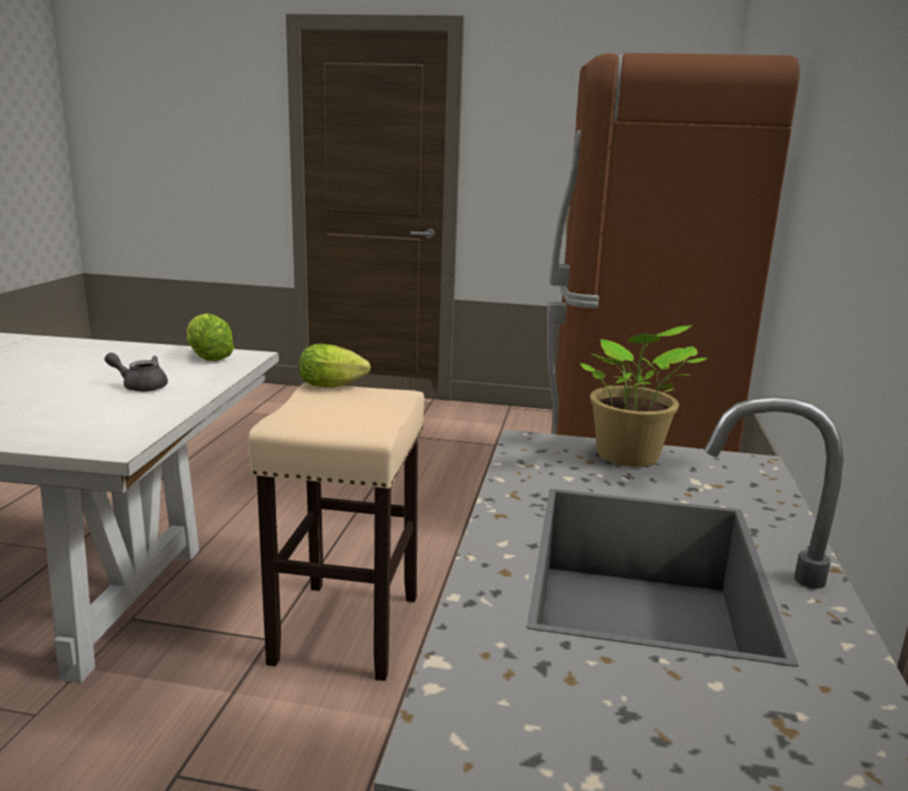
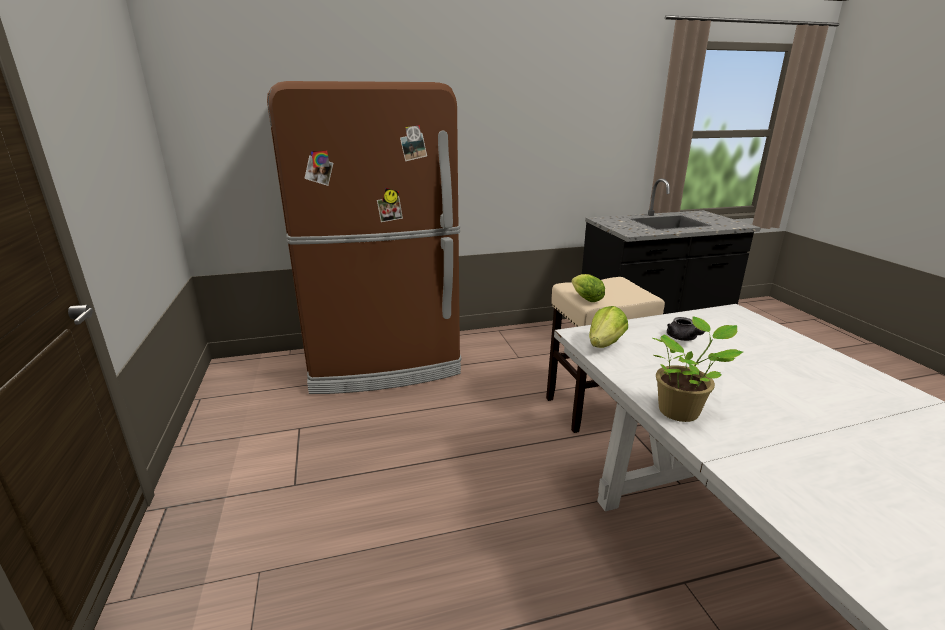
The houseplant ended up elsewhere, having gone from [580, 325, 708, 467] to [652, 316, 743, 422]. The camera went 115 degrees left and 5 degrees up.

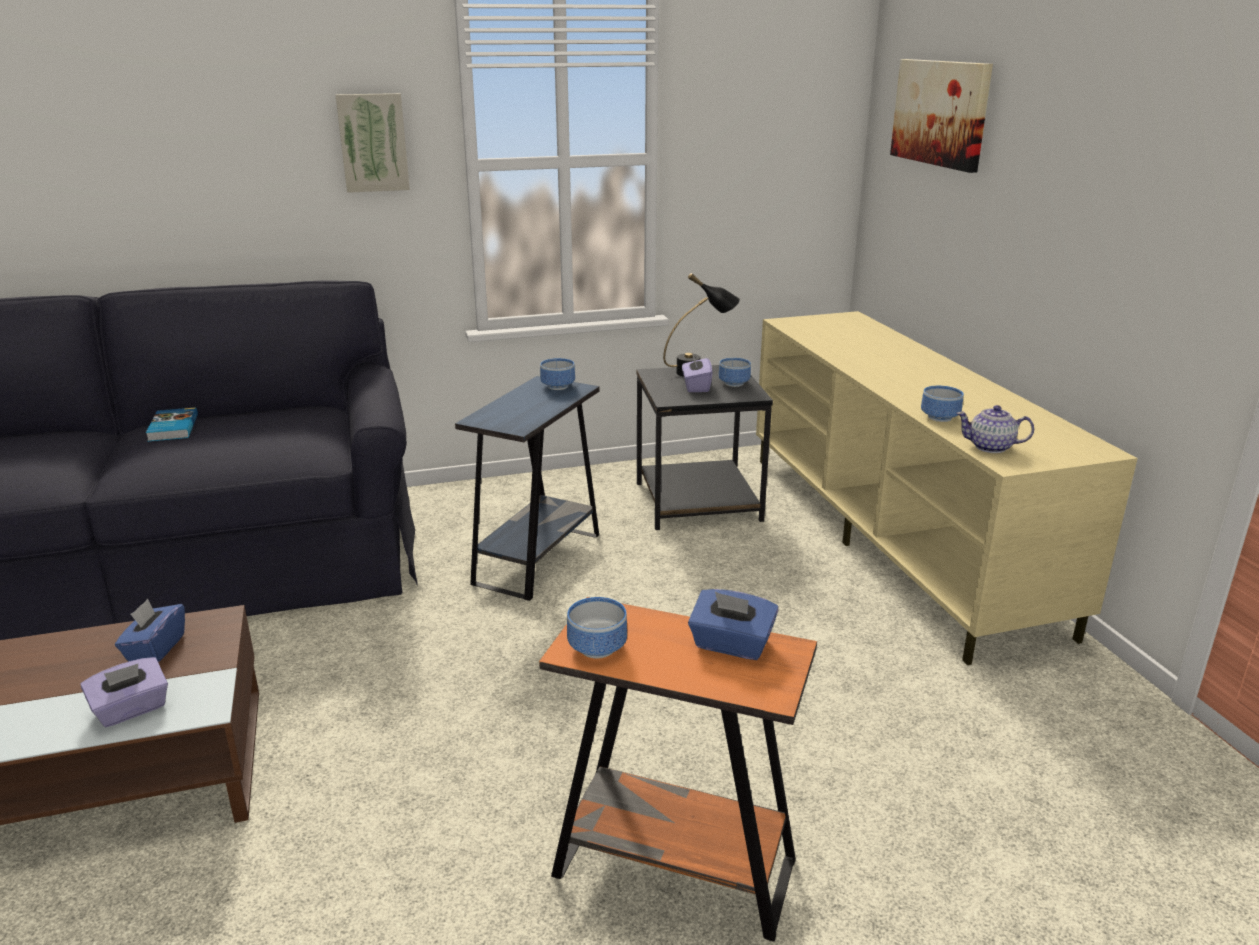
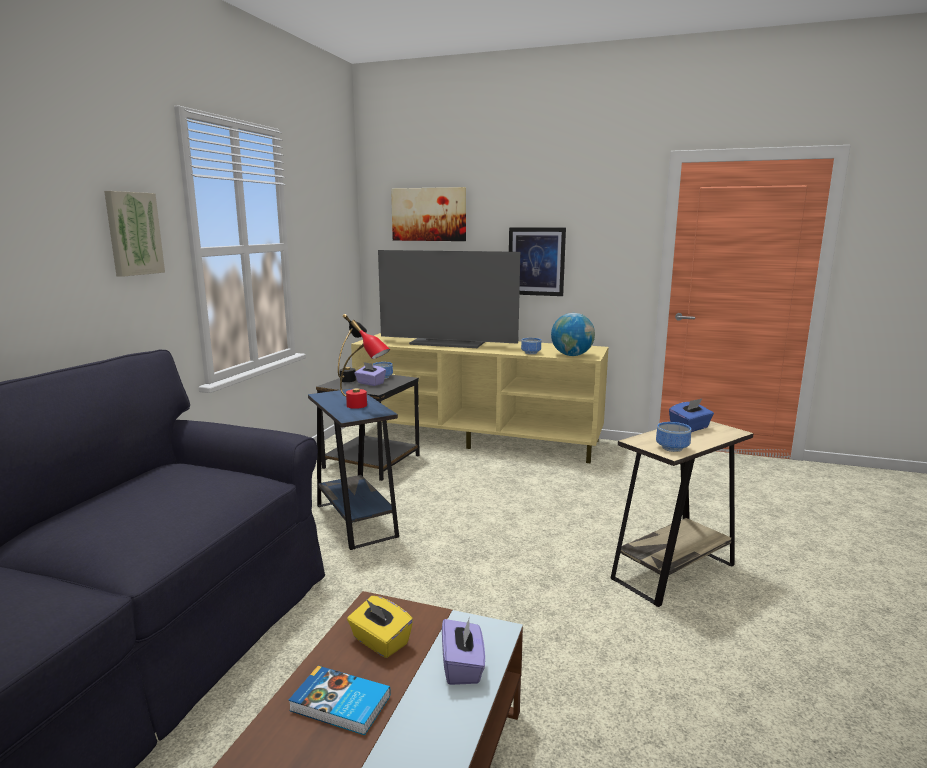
The second view lost the serving bowl at [540, 358, 575, 390]. Where the tea pot stood at [956, 405, 1034, 453], the world globe came to stand at [551, 313, 595, 356]. The volume ended up elsewhere, having gone from [146, 407, 198, 441] to [288, 666, 391, 735]. What was the side table/orangey at [539, 597, 817, 942] turned into the side table/beige at [610, 421, 754, 607]. What was the box of tissues/bluish at [115, 599, 185, 663] turned into the box of tissues/yellow-coloured at [347, 596, 413, 658]. The second view gained the wall art at [509, 227, 566, 296]. The second view gained the television at [378, 250, 520, 348]. The second view gained the tabletop lamp/red-coloured at [340, 320, 390, 409]. The camera went 55 degrees left and 10 degrees down.

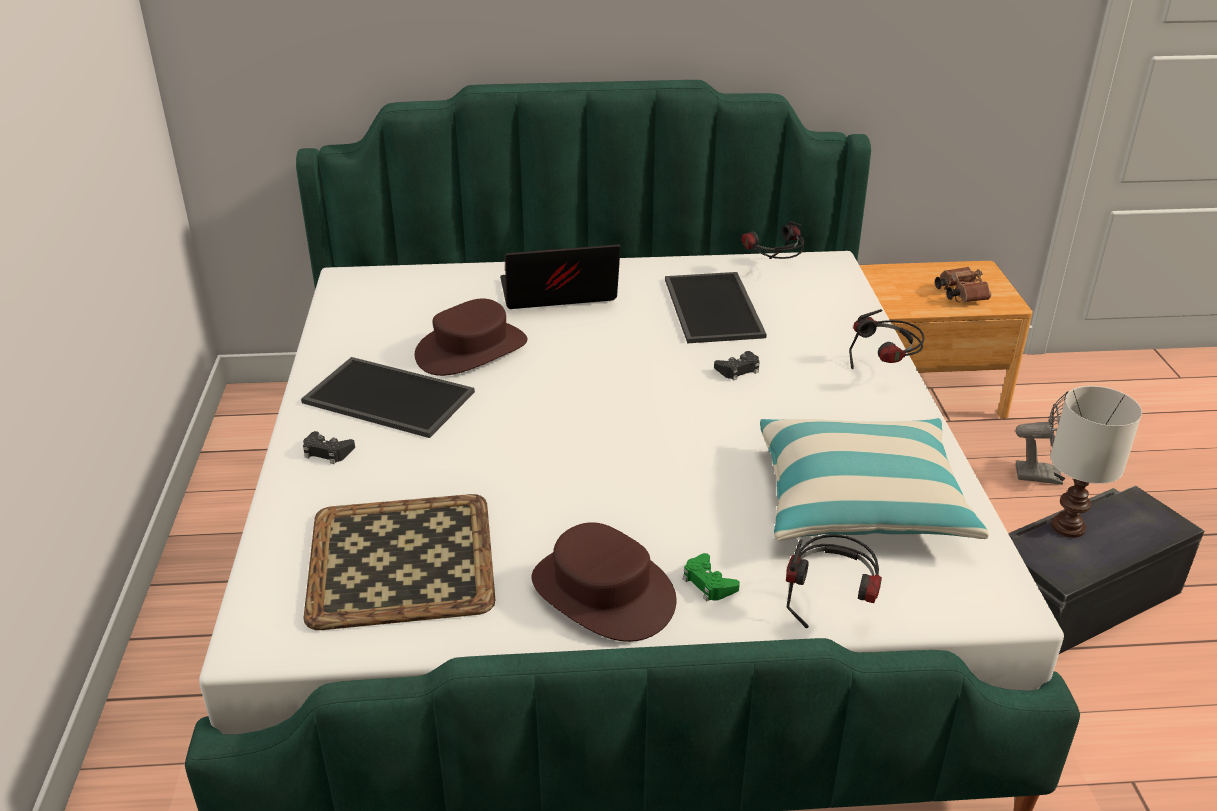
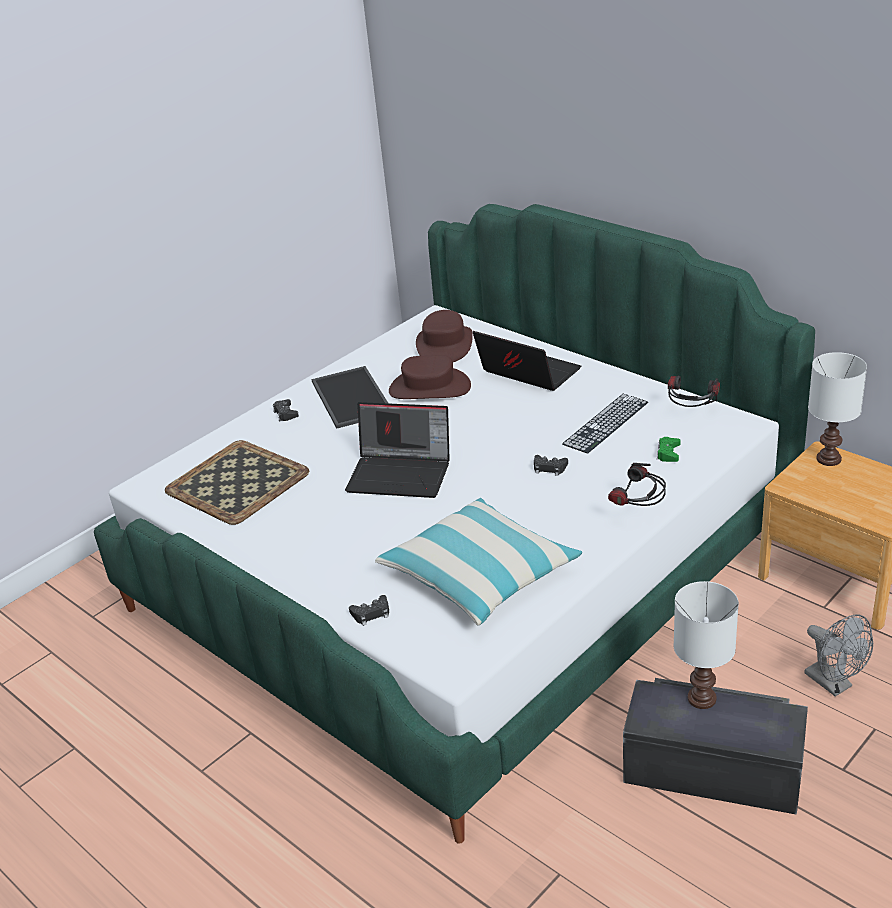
The second view lost the binoculars/brown at [935, 267, 991, 303]. Where the tray stood at [665, 272, 767, 343], the computer keyboard came to stand at [562, 394, 648, 453]. The clothing hat/brown ended up elsewhere, having gone from [532, 522, 676, 642] to [416, 310, 473, 362]. Where the headphones stood at [786, 534, 882, 628], the gamepad/black-coloured came to stand at [349, 595, 389, 626]. The gamepad/green-coloured ended up elsewhere, having gone from [683, 553, 740, 601] to [657, 437, 681, 462]. The second view gained the tabletop lamp/white at [808, 352, 867, 466]. The second view gained the laptop at [345, 402, 450, 498]. The camera went 50 degrees right and 0 degrees up.

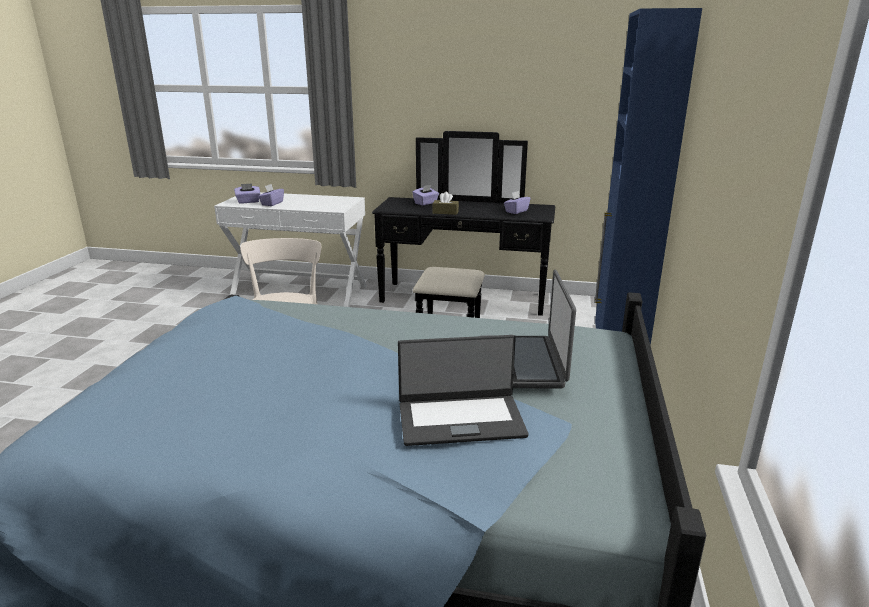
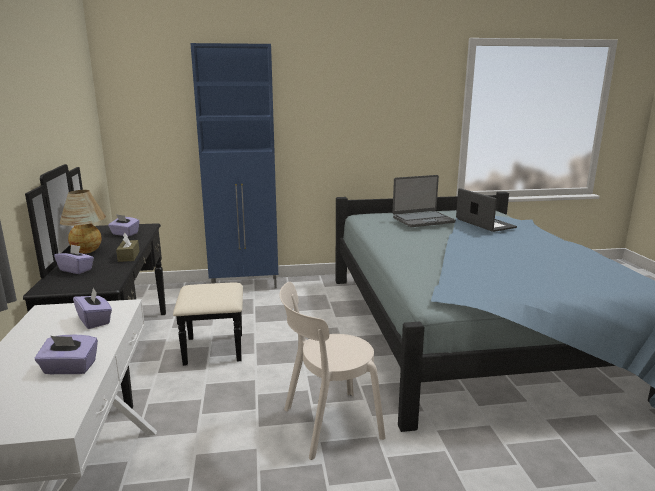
The box of tissues/purplish ended up elsewhere, having gone from [234, 184, 260, 204] to [73, 288, 112, 329]. The second view gained the tabletop lamp at [60, 190, 106, 254]. The camera went 110 degrees left and 5 degrees down.

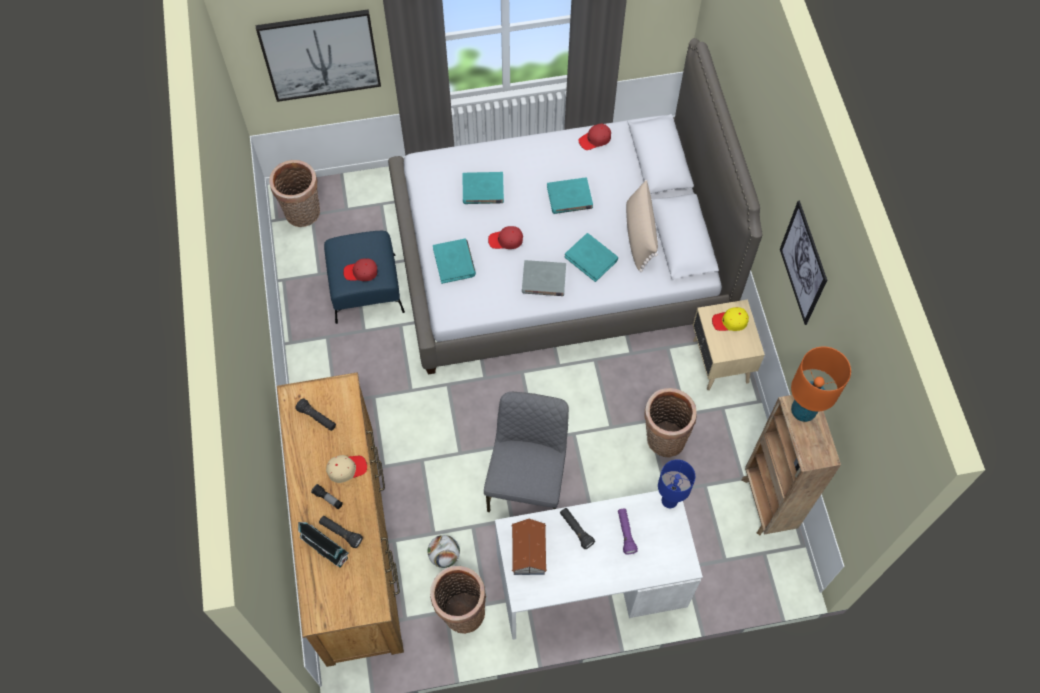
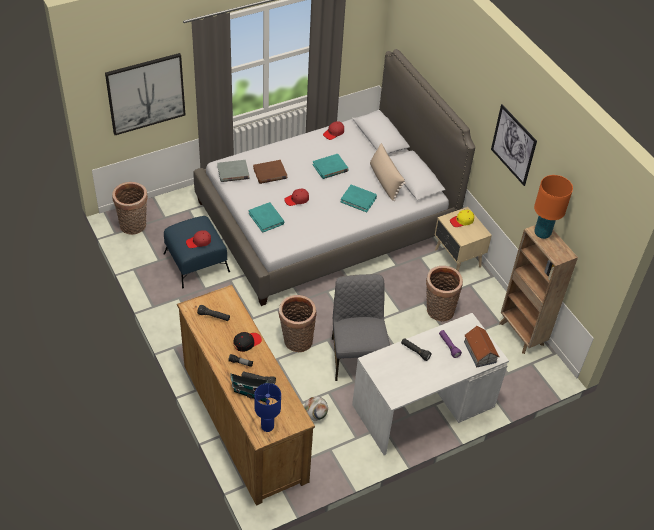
What was the volume/turquoise-coloured at [463, 172, 504, 204] turned into the volume/brown at [253, 160, 287, 184]. The volume/greyish ended up elsewhere, having gone from [522, 260, 566, 296] to [217, 160, 249, 182]. What was the peaked cap/beige at [326, 455, 367, 483] turned into the peaked cap/black-coloured at [233, 332, 262, 352]. The tabletop lamp/bluish ended up elsewhere, having gone from [658, 459, 695, 508] to [254, 383, 281, 432]. The toy house ended up elsewhere, having gone from [512, 519, 547, 575] to [464, 326, 499, 367]. The basket ended up elsewhere, having gone from [430, 566, 486, 634] to [278, 295, 317, 352]. The camera went 20 degrees left and 15 degrees down.

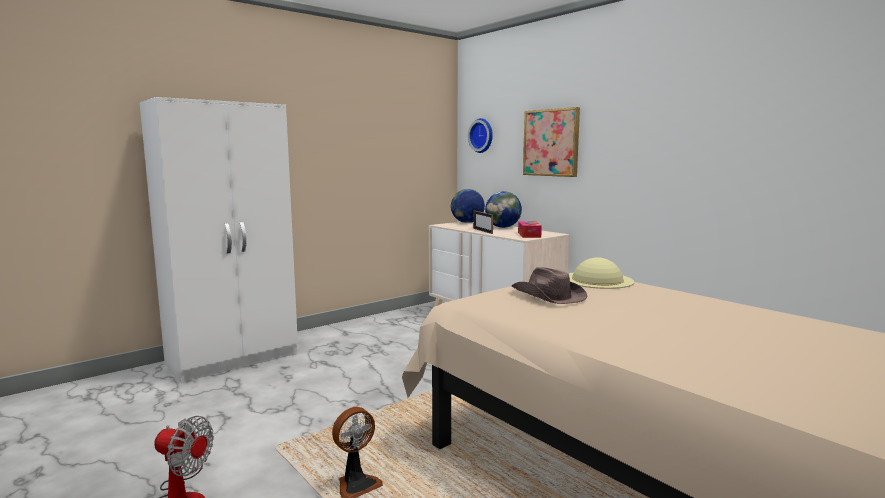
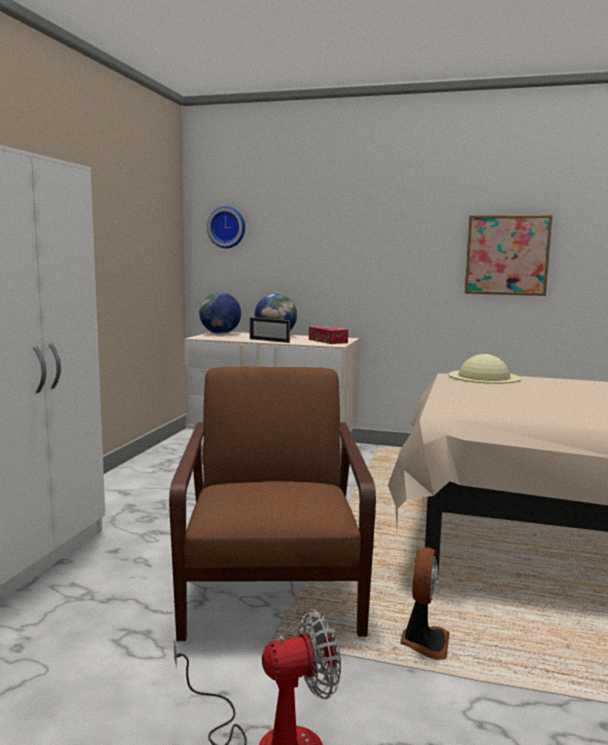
The wall art ended up elsewhere, having gone from [523, 107, 580, 177] to [465, 215, 553, 296]. The second view lost the clothing hat/brown at [512, 267, 587, 304]. The second view gained the lounge chair/brown at [169, 367, 376, 641]. The camera went 35 degrees left and 0 degrees up.

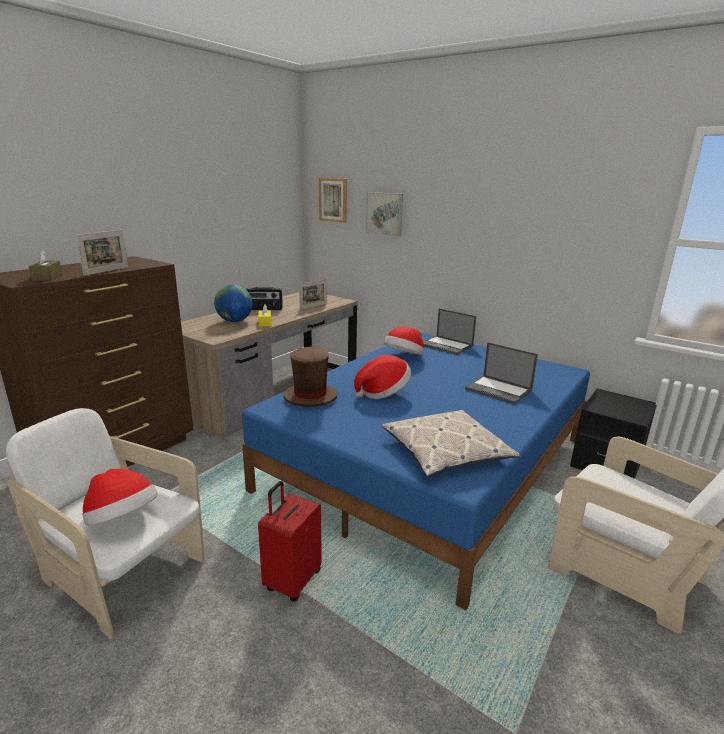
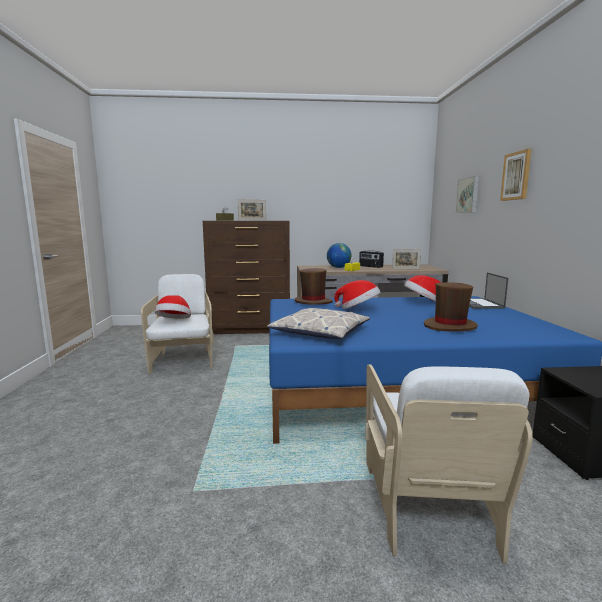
The wall art ended up elsewhere, having gone from [319, 178, 347, 223] to [500, 149, 532, 201]. Where the laptop stood at [465, 342, 538, 404], the clothing hat/brown came to stand at [424, 282, 478, 332]. The second view lost the suitcase/red-coloured at [258, 481, 322, 602]. The camera went 50 degrees right and 10 degrees down.

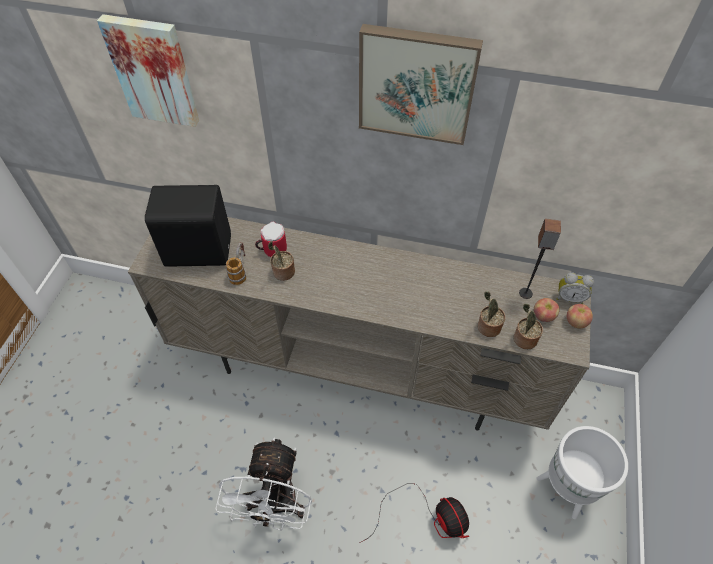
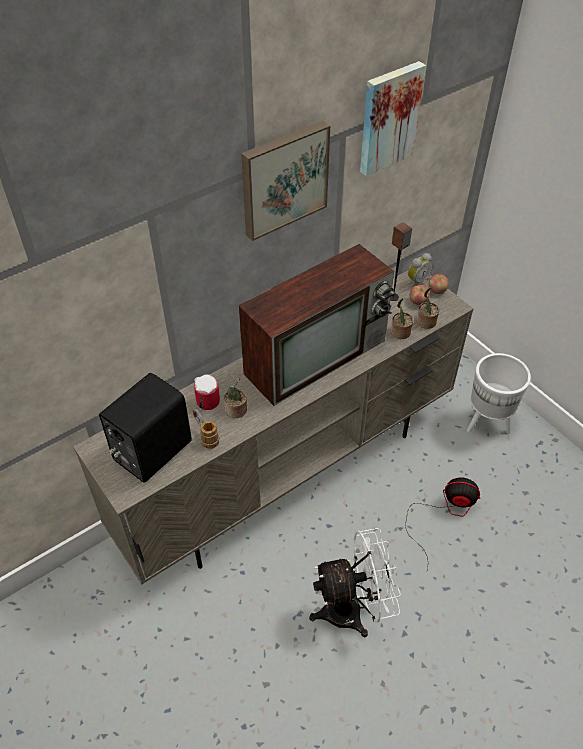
The wall art ended up elsewhere, having gone from [97, 14, 199, 127] to [360, 61, 426, 176]. The fan/white at [215, 437, 312, 530] ended up facing another way, 60 degrees counterclockwise from before. The second view gained the television at [239, 244, 395, 406]. The camera went 50 degrees left and 5 degrees down.

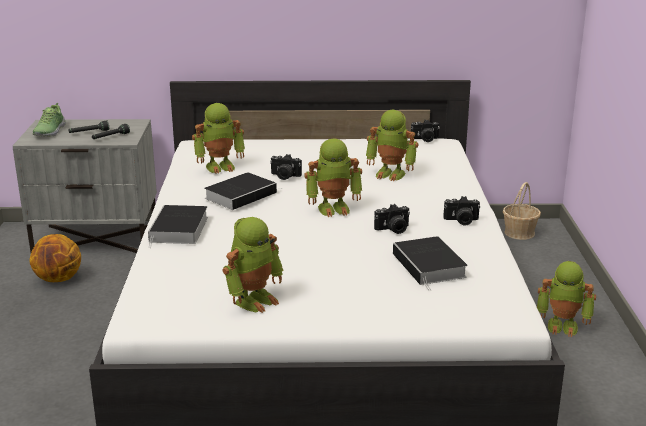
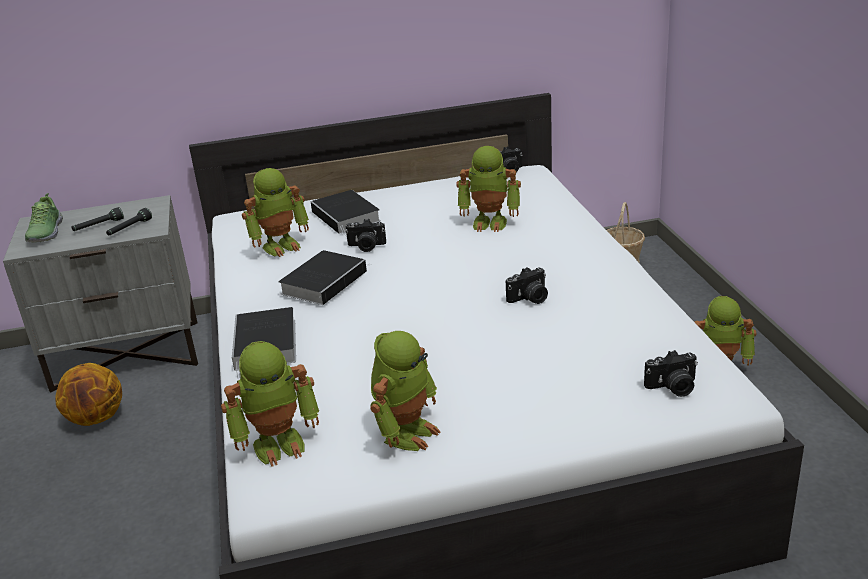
The robot figure ended up elsewhere, having gone from [304, 138, 362, 217] to [221, 341, 319, 467]. The photo camera ended up elsewhere, having gone from [443, 196, 480, 226] to [644, 350, 698, 397]. The volume ended up elsewhere, having gone from [393, 236, 468, 290] to [311, 190, 381, 237]. The camera went 10 degrees left and 5 degrees up.

